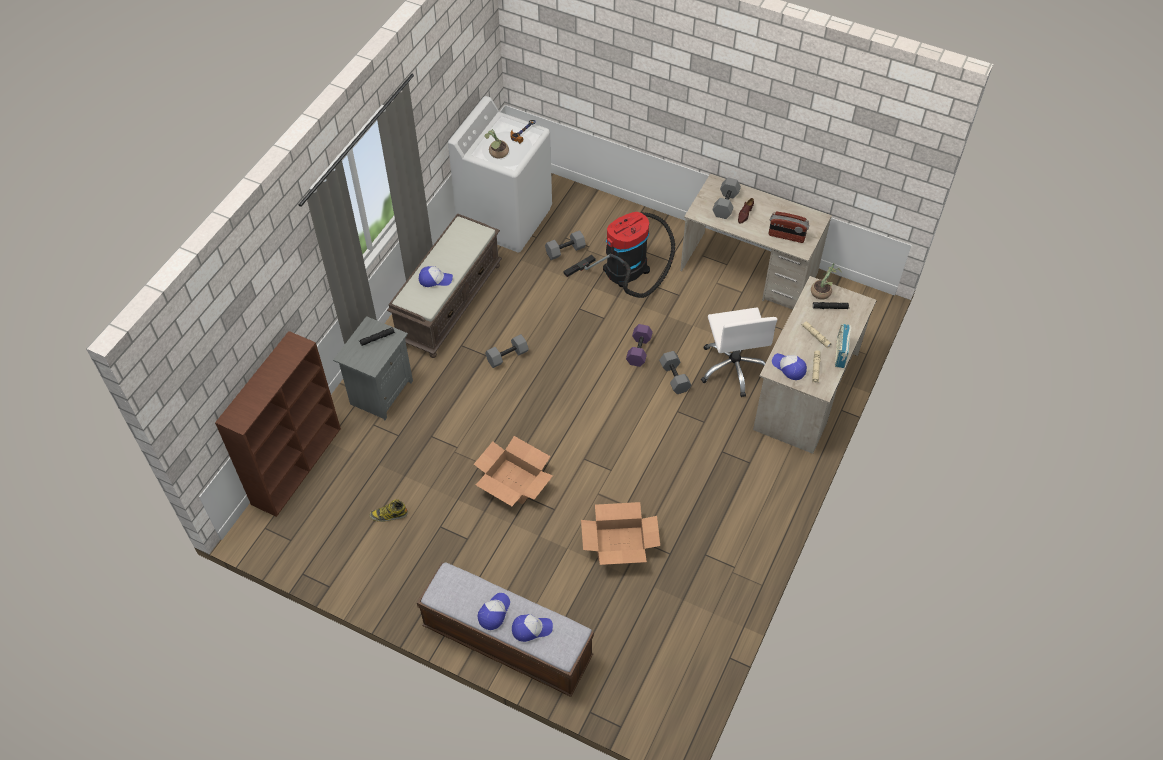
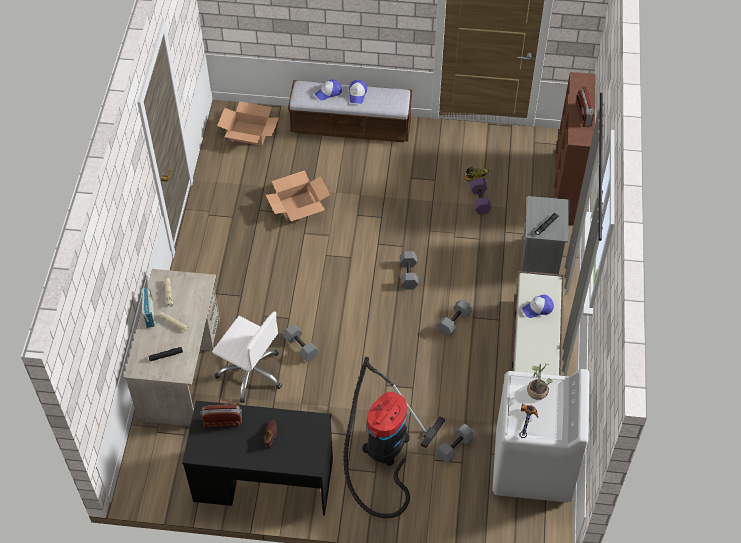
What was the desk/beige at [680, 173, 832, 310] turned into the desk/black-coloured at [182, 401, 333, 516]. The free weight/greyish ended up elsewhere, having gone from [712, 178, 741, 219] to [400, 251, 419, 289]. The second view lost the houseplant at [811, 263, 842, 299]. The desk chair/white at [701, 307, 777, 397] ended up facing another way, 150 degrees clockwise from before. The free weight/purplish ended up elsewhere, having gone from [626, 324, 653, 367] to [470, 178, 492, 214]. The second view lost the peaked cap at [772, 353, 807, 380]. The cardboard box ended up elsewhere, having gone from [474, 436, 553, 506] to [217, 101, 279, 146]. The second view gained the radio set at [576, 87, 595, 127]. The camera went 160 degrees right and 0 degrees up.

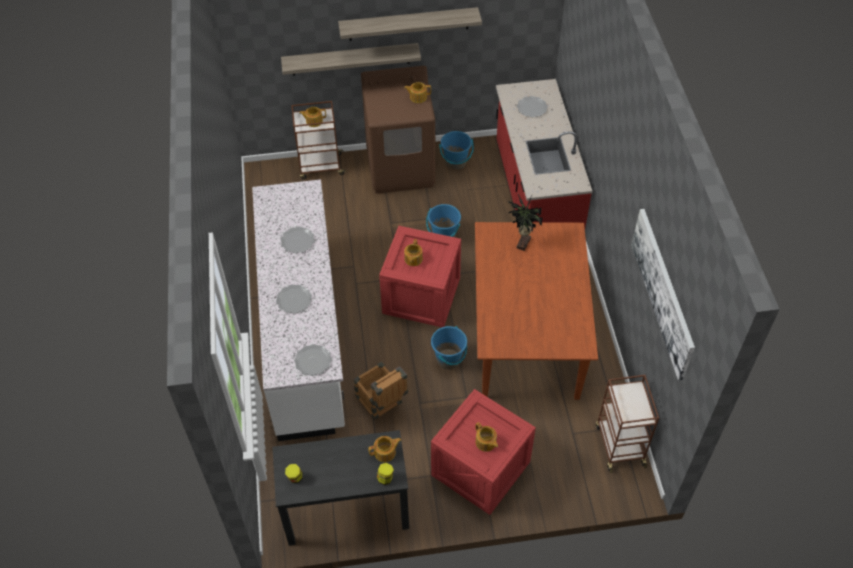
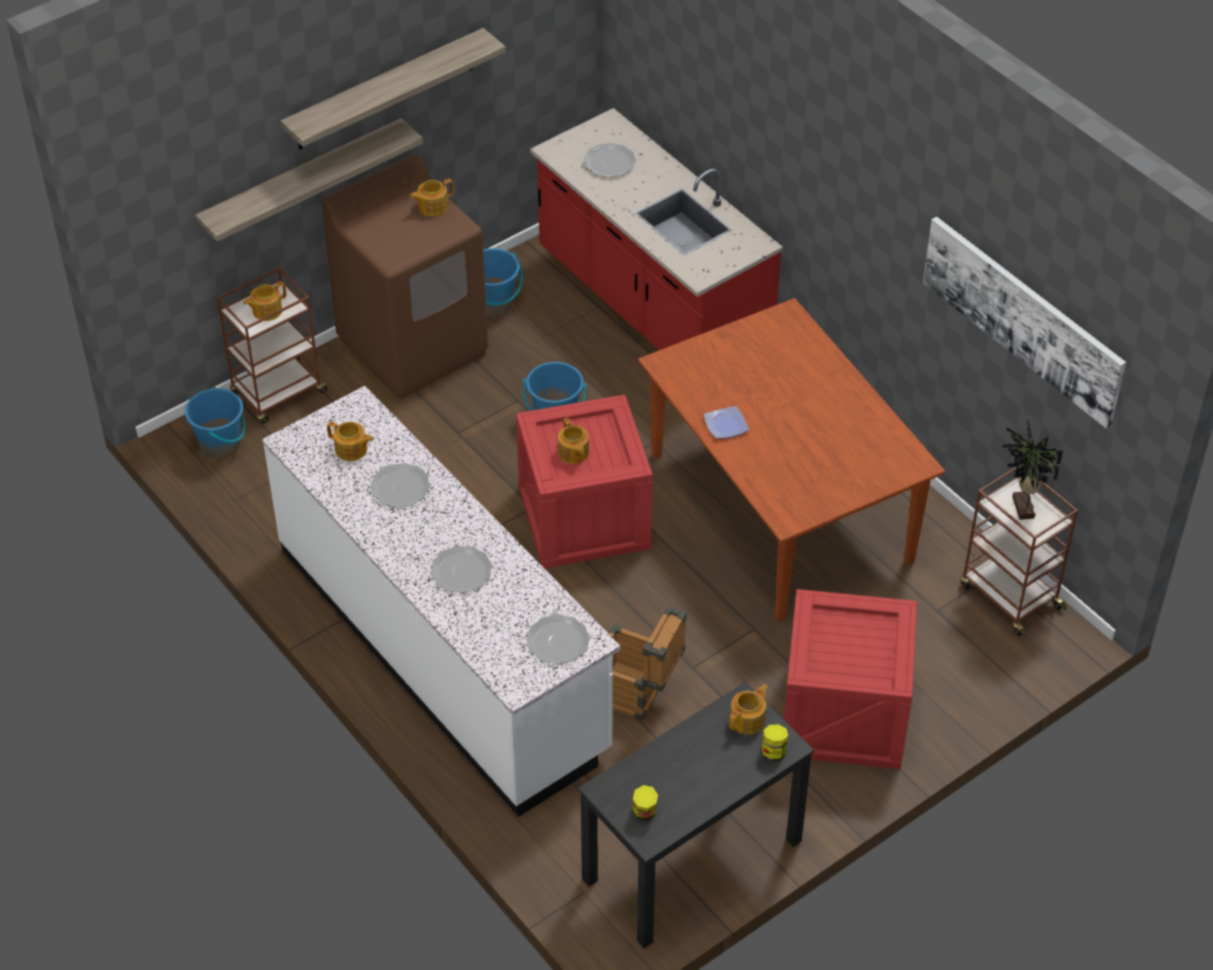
The houseplant ended up elsewhere, having gone from [508, 194, 542, 251] to [1002, 420, 1063, 520]. The water bucket/bluish ended up elsewhere, having gone from [431, 326, 467, 369] to [185, 387, 246, 459]. The tea pot ended up elsewhere, having gone from [476, 422, 498, 452] to [327, 422, 373, 461]. The second view gained the dinner plate at [704, 406, 749, 439]. The camera went 30 degrees left and 5 degrees down.

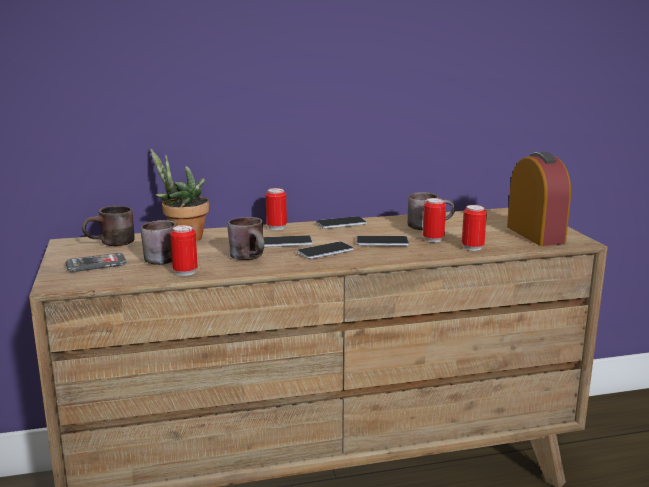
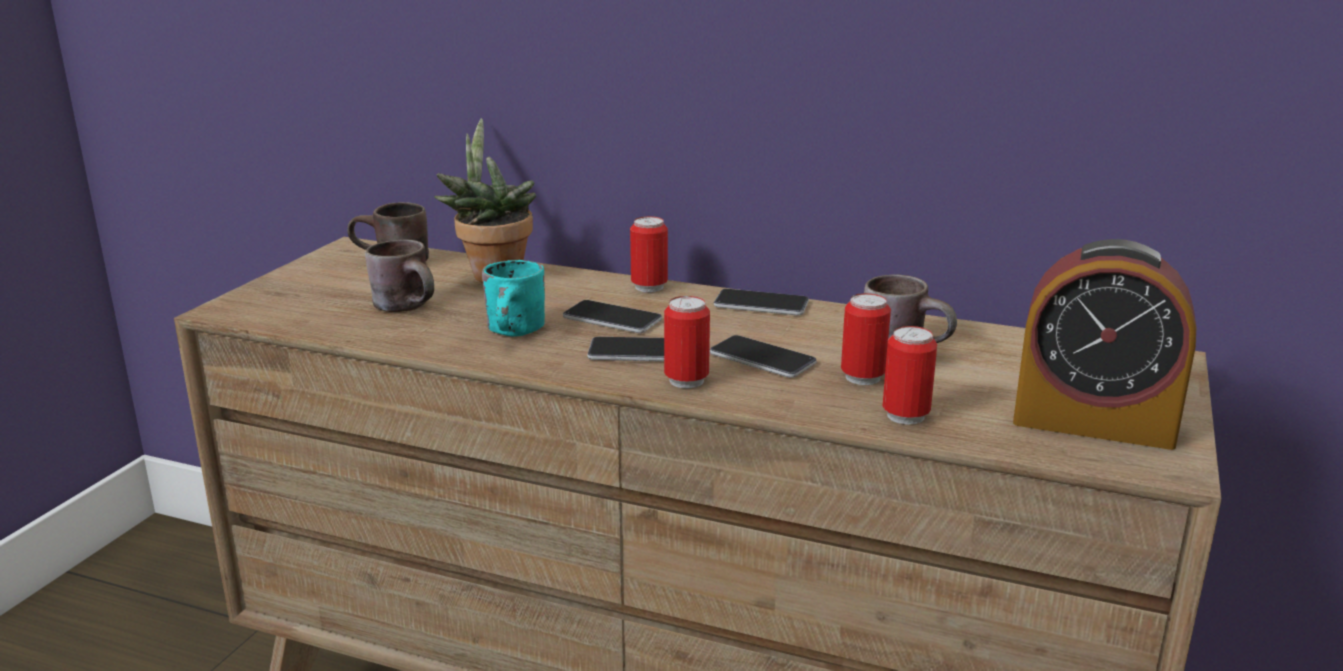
The bedside clock at [507, 152, 571, 246] ended up facing another way, 90 degrees clockwise from before. What was the mug/brown at [227, 217, 264, 260] turned into the mug/turquoise-coloured at [482, 260, 545, 337]. The sealed can ended up elsewhere, having gone from [170, 225, 198, 276] to [664, 296, 710, 388]. The second view lost the telephone at [66, 253, 127, 272]. The camera went 35 degrees right and 5 degrees up.

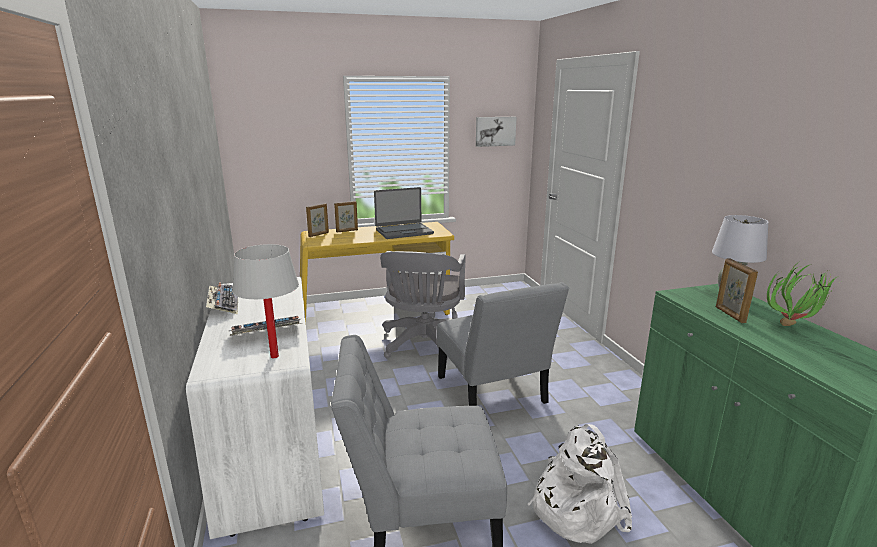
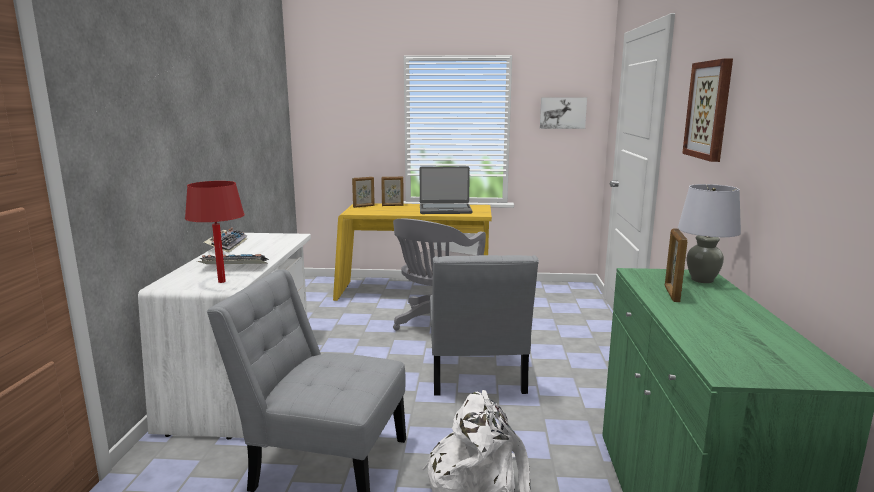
What was the tabletop lamp/white at [232, 244, 299, 358] turned into the tabletop lamp/red-coloured at [185, 181, 245, 283]. The second view lost the houseplant at [767, 261, 837, 326]. The second view gained the wall art at [682, 58, 733, 162]. The camera went 20 degrees right and 5 degrees down.

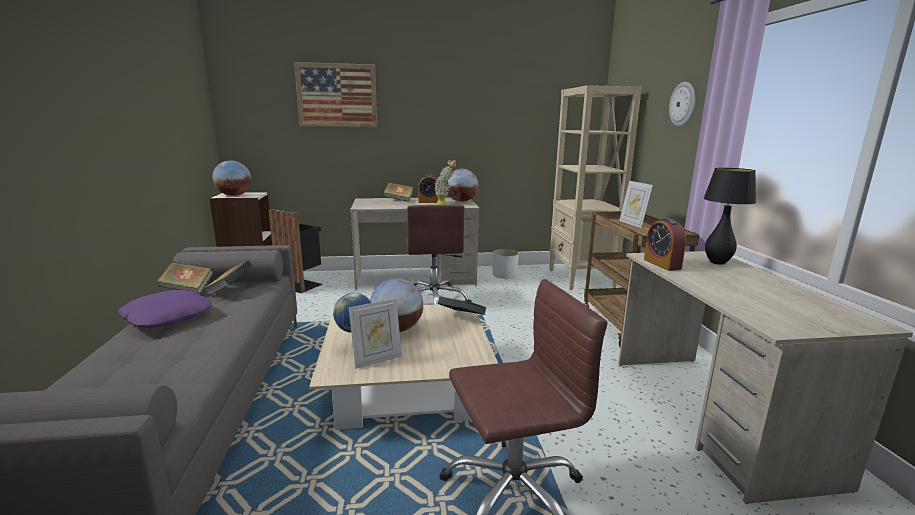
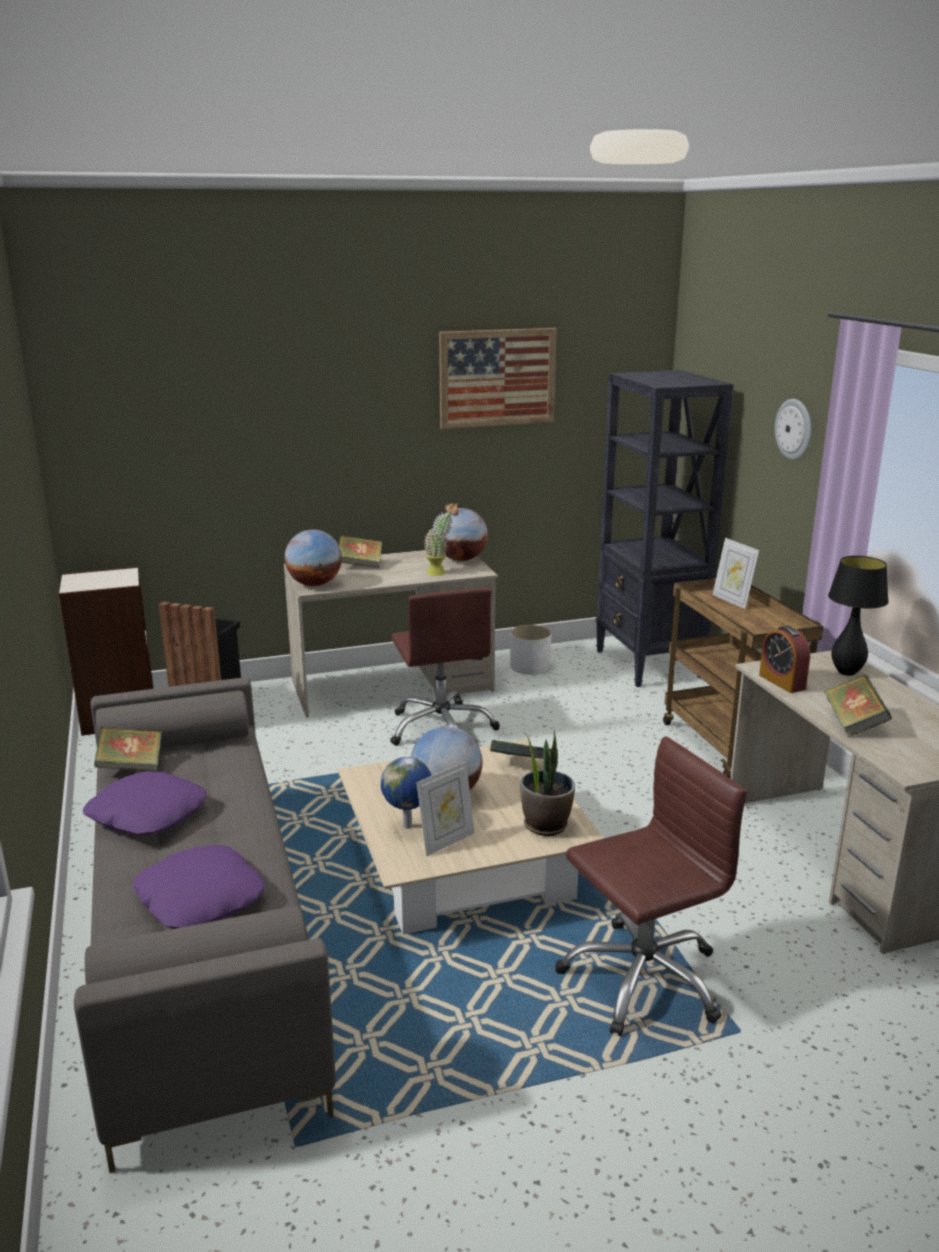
The wall art ended up elsewhere, having gone from [294, 62, 377, 127] to [439, 328, 557, 429]. What was the bookshelf/beige at [549, 85, 642, 290] turned into the bookshelf/black-coloured at [596, 370, 734, 687]. The world globe ended up elsewhere, having gone from [212, 160, 251, 196] to [285, 529, 342, 586]. The second view lost the bedside clock at [418, 174, 438, 203]. The volume ended up elsewhere, having gone from [204, 260, 252, 296] to [824, 675, 892, 737]. The second view gained the houseplant at [521, 729, 575, 836]. The second view gained the cushion/purplish at [132, 845, 265, 929]. The camera went 10 degrees left and 5 degrees up.

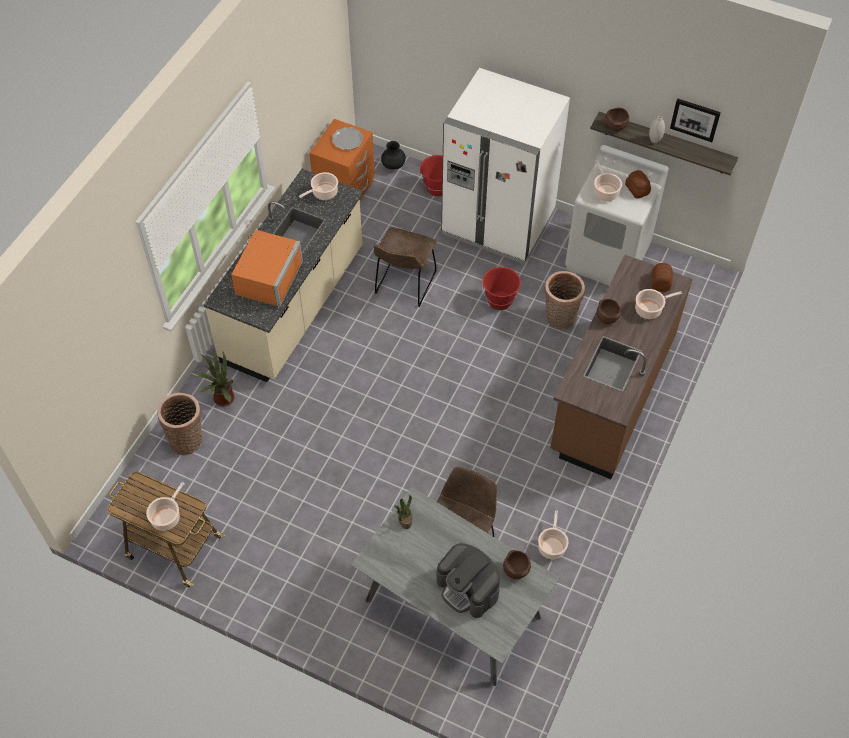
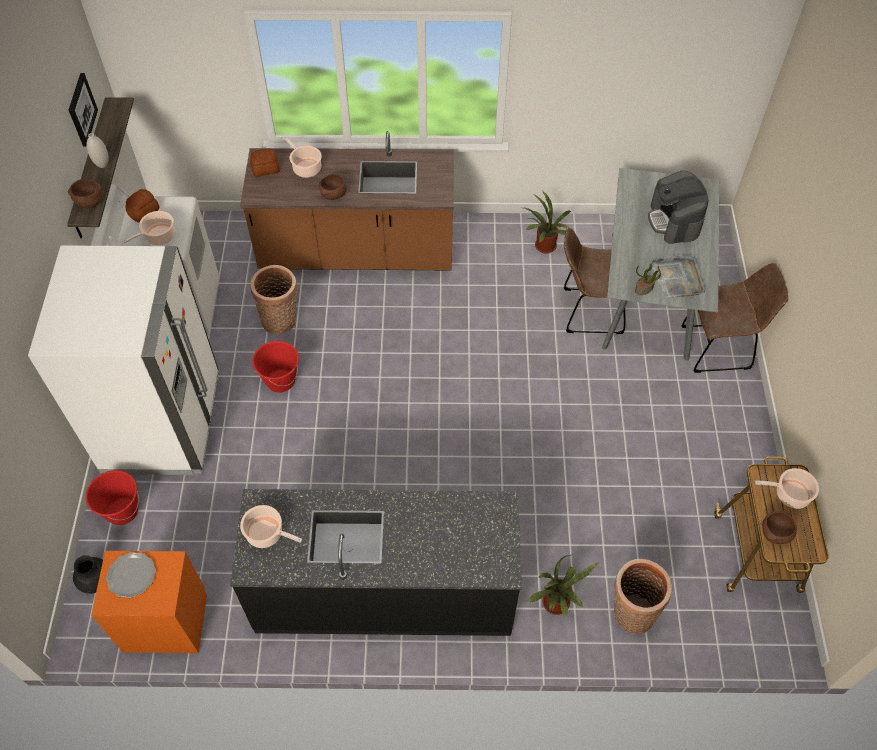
What was the counter/beige at [204, 169, 363, 382] turned into the counter/black-coloured at [230, 489, 522, 636]. The plain chair/brown ended up elsewhere, having gone from [374, 227, 437, 307] to [681, 263, 788, 373]. The second view lost the microwave/orangey at [229, 230, 303, 307]. Where the saucepot stood at [538, 510, 569, 560], the houseplant came to stand at [524, 191, 571, 254]. The coffee maker at [436, 543, 500, 618] ended up facing another way, 150 degrees clockwise from before. The serving bowl/brown ended up elsewhere, having gone from [503, 550, 531, 579] to [762, 511, 797, 544]. The second view gained the tray/greyish at [650, 255, 706, 298]. The camera went 115 degrees left and 0 degrees up.

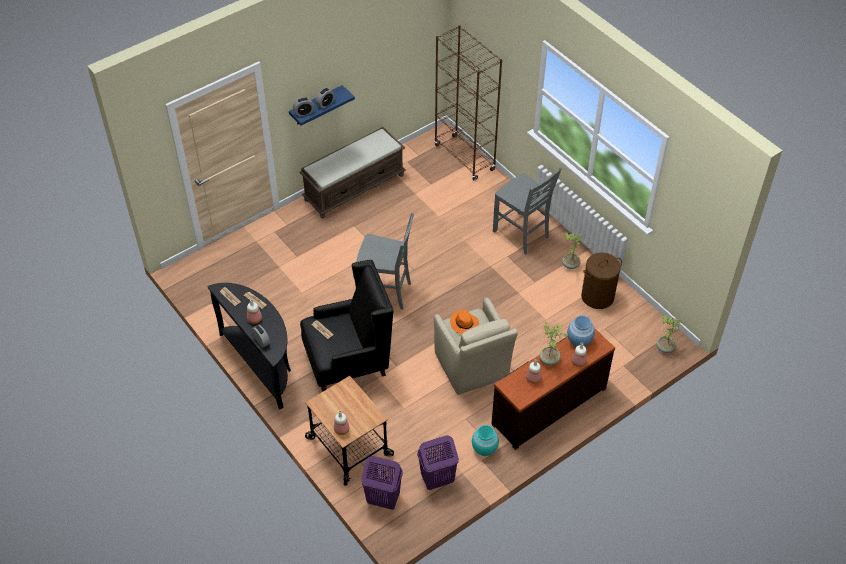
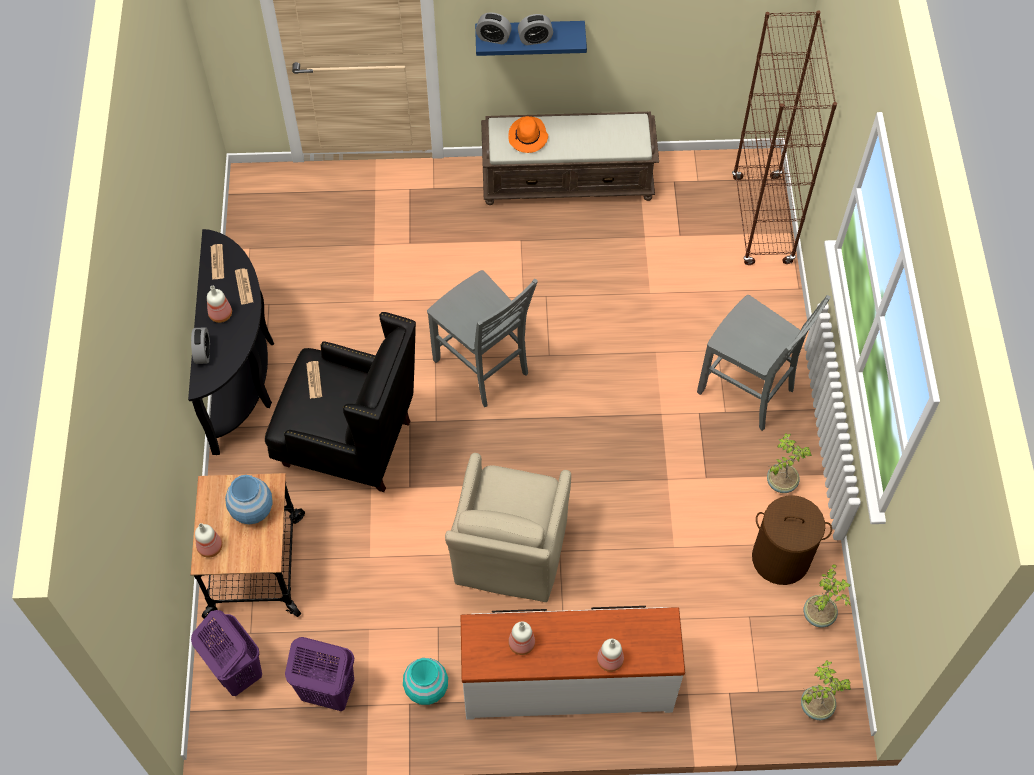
The plain chair/greyish at [493, 167, 562, 255] ended up facing another way, 45 degrees counterclockwise from before. The clothing hat/orangey ended up elsewhere, having gone from [450, 310, 479, 334] to [508, 116, 548, 153]. The vase/bluish ended up elsewhere, having gone from [567, 315, 595, 347] to [225, 475, 273, 525]. The houseplant ended up elsewhere, having gone from [539, 322, 567, 365] to [803, 564, 851, 628]. What was the chest of drawers/brown at [491, 328, 615, 450] turned into the chest of drawers/white at [461, 606, 685, 720]. The camera went 35 degrees right and 10 degrees up.

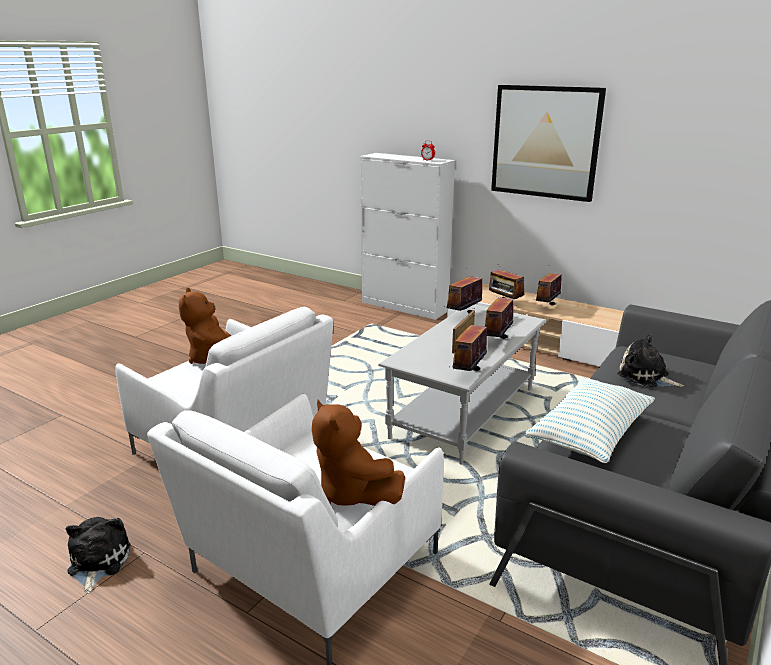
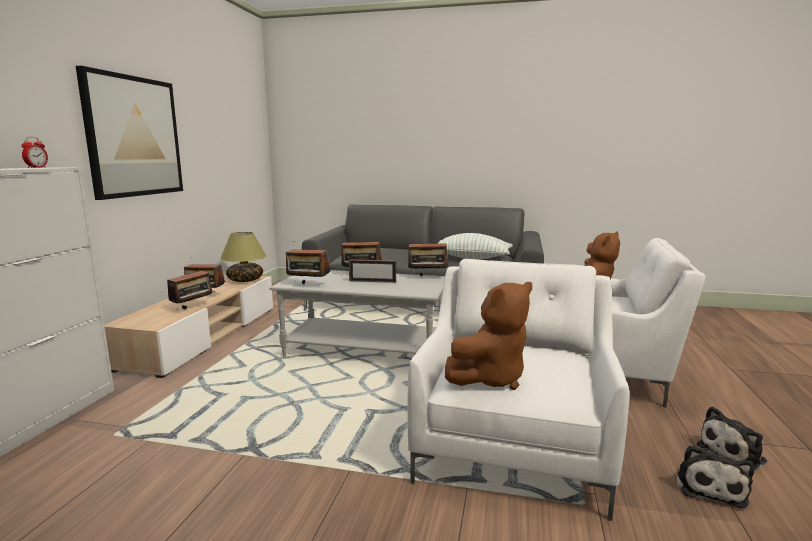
The soft toy ended up elsewhere, having gone from [617, 334, 684, 387] to [677, 445, 754, 508]. The second view gained the tabletop lamp at [220, 232, 266, 282]. The camera went 110 degrees left and 10 degrees down.

